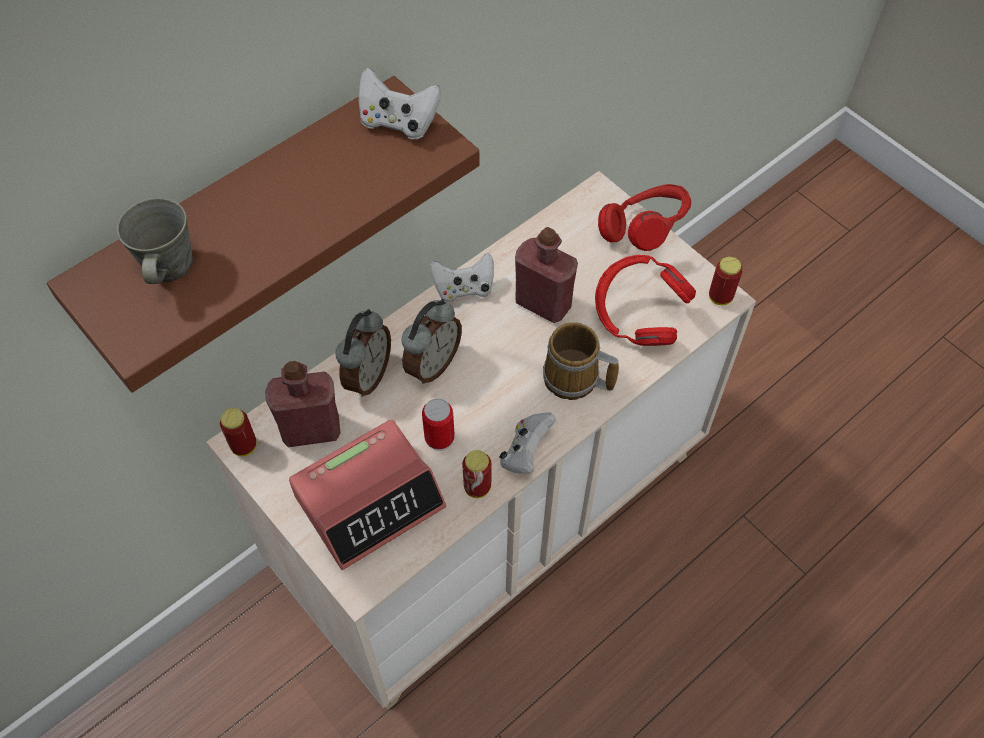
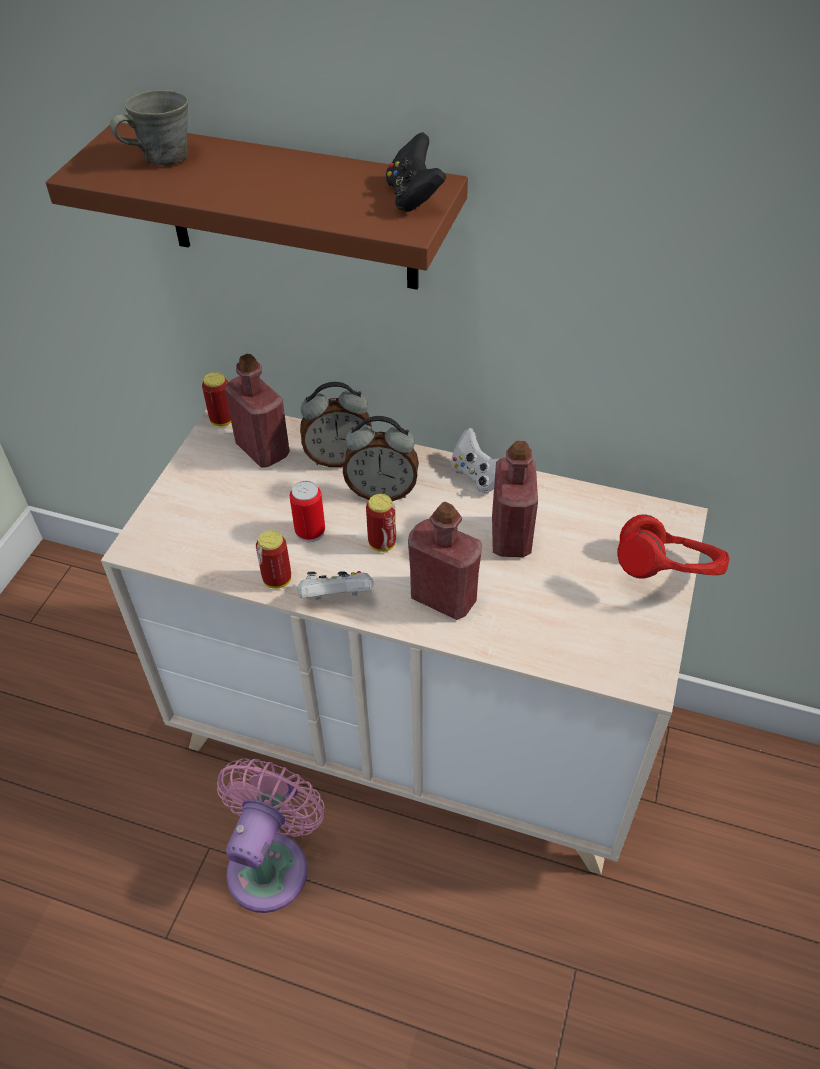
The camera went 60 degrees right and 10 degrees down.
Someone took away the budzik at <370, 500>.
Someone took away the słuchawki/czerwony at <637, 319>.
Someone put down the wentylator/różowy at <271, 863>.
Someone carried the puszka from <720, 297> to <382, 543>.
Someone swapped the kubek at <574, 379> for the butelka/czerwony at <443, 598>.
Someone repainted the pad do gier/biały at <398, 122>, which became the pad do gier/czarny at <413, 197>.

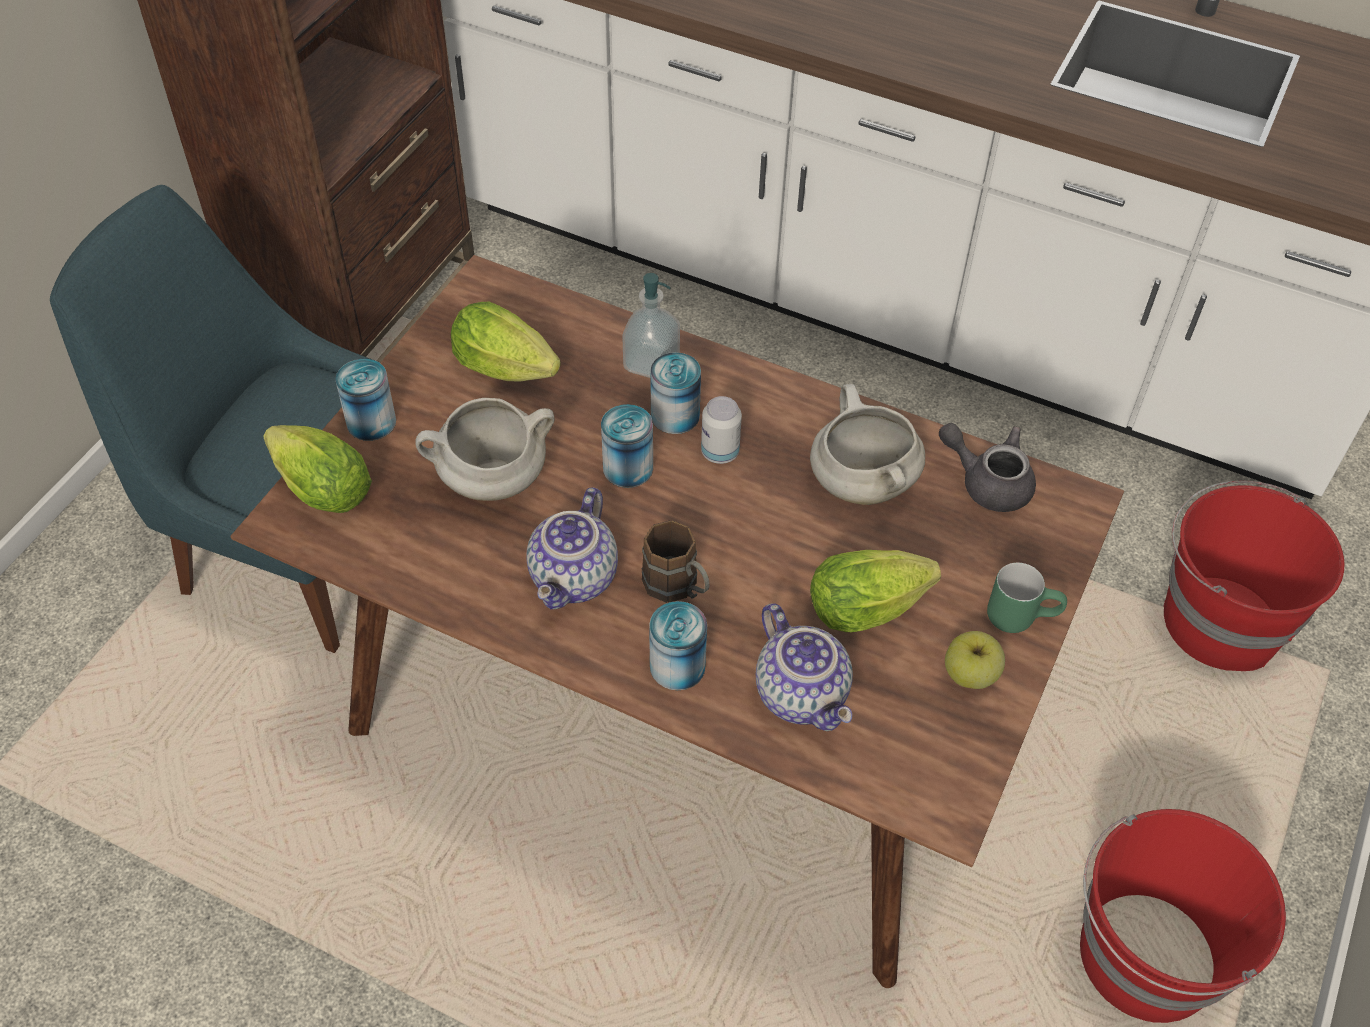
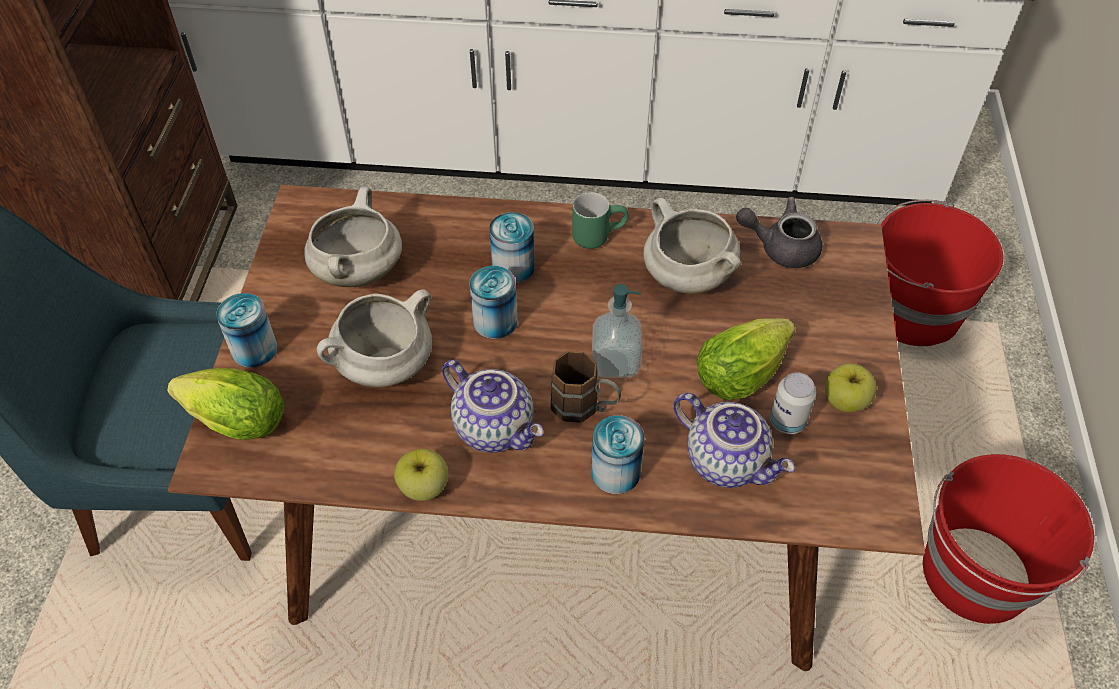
The camera went 20 degrees left and 0 degrees up.
Someone put down the jabłko at <424, 487>.
Someone carried the dozownik mydła from <651, 363> to <615, 362>.
Someone carried the puszka from <720, 452> to <787, 422>.
Someone carried the kubek/zielony from <1021, 615> to <598, 234>.
Someone swapped the sałata at <510, 371> for the garnek/biały at <358, 271>.
Someone rotated the imbryk at <575, 579> by 45 degrees counterclockwise.

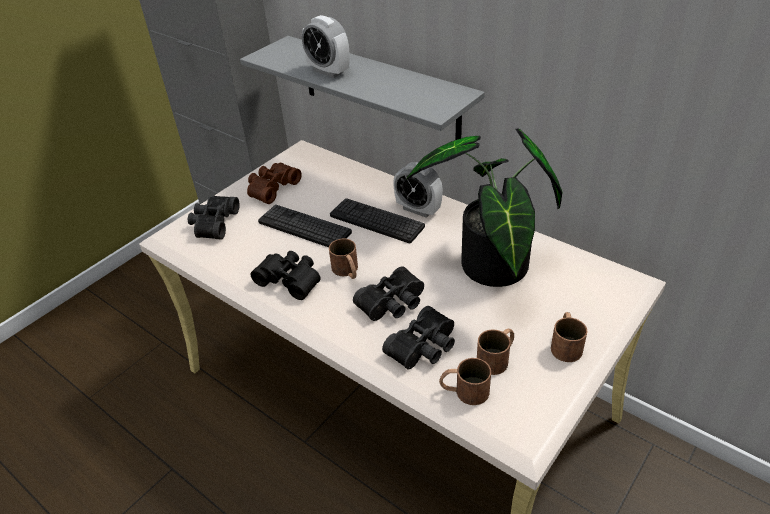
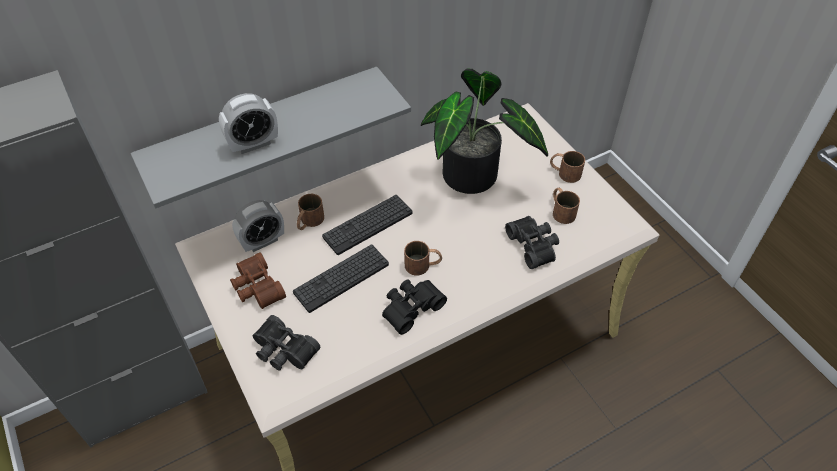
The camera went 70 degrees left and 10 degrees up.
Someone took away the lornetka/czarny at <393, 304>.
Someone carried the budzik from <418, 209> to <262, 241>.
Someone carried the kubek/brązowy from <464, 391> to <309, 222>.

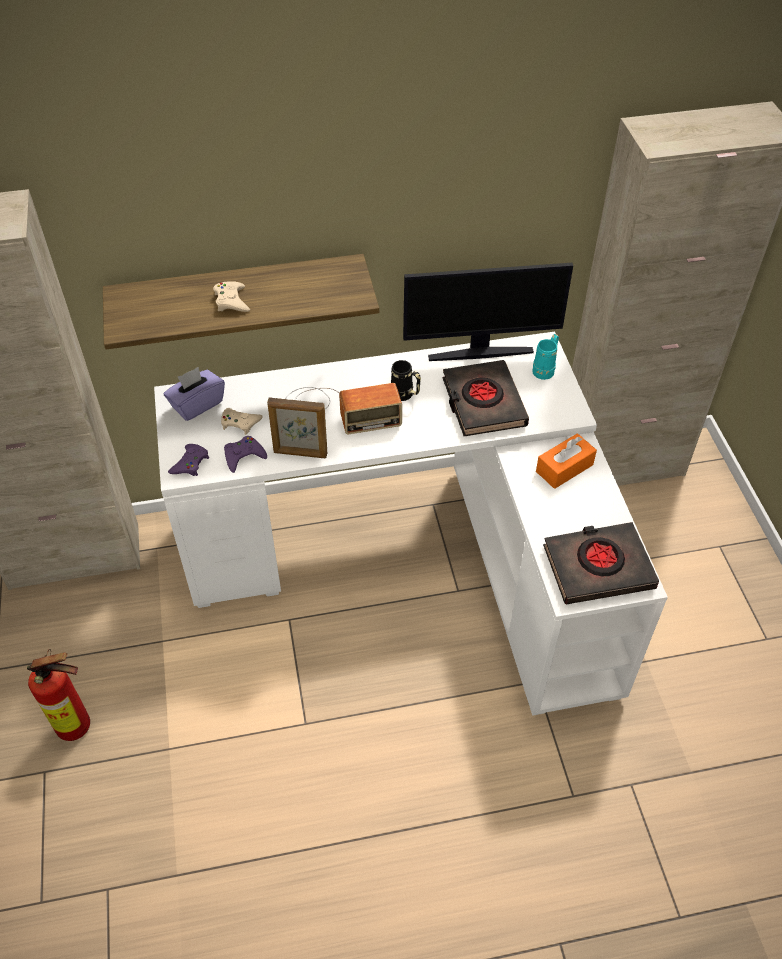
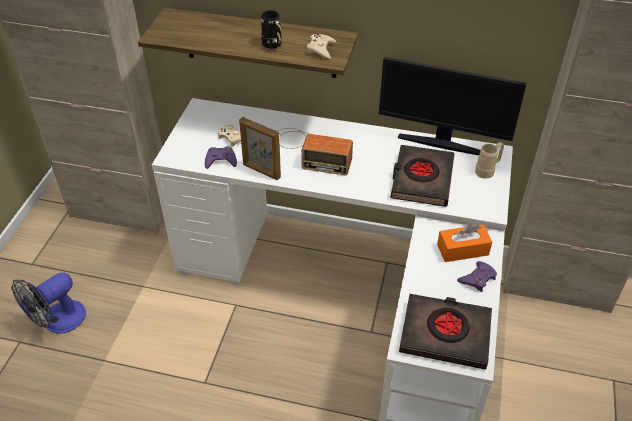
The camera went 25 degrees right and 5 degrees down.
Someone took away the pudełko chusteczek/fioletowy at <197, 404>.
Someone carried the pad do gier/fioletowy from <190, 463> to <477, 279>.
Someone carried the pad do gier/beżowy from <231, 301> to <321, 49>.
Someone carried the kubek/czarny from <405, 396> to <273, 46>.
Someone swapped the gaśnica at <79, 727> for the wentylator at <58, 321>.
Someone repainted the kubek/turkusowy at <545, 369>, which became the kubek/beżowy at <487, 171>.

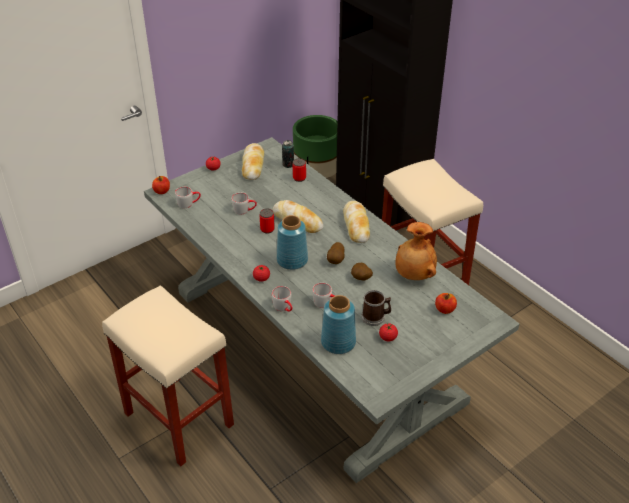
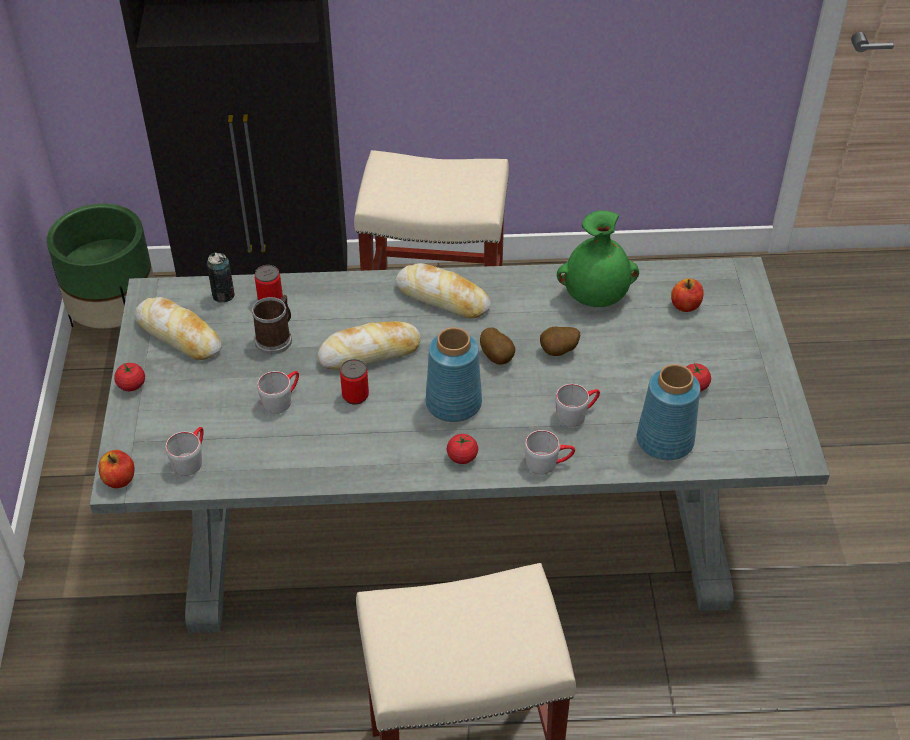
The camera went 55 degrees left and 5 degrees up.
Someone carried the kubek from <375, 317> to <276, 338>.
Someone repainted the wazon/brązowy at <414, 274>, which became the wazon/zielony at <595, 297>.

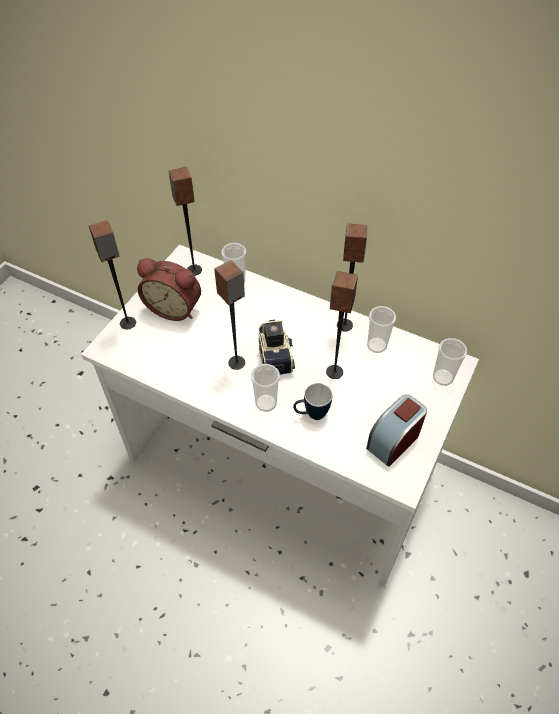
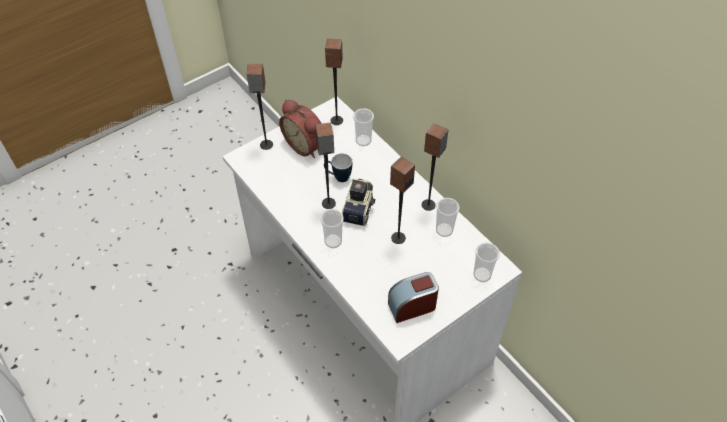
The camera went 25 degrees right and 0 degrees up.
Someone carried the kubek from <311, 414> to <338, 177>.

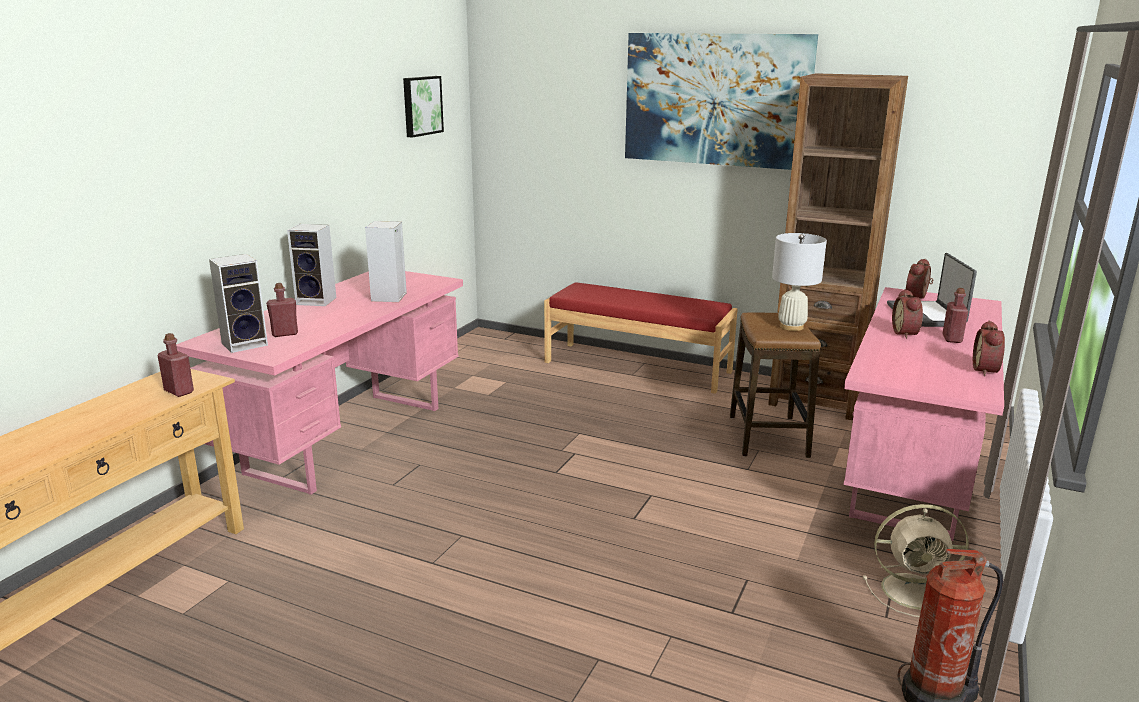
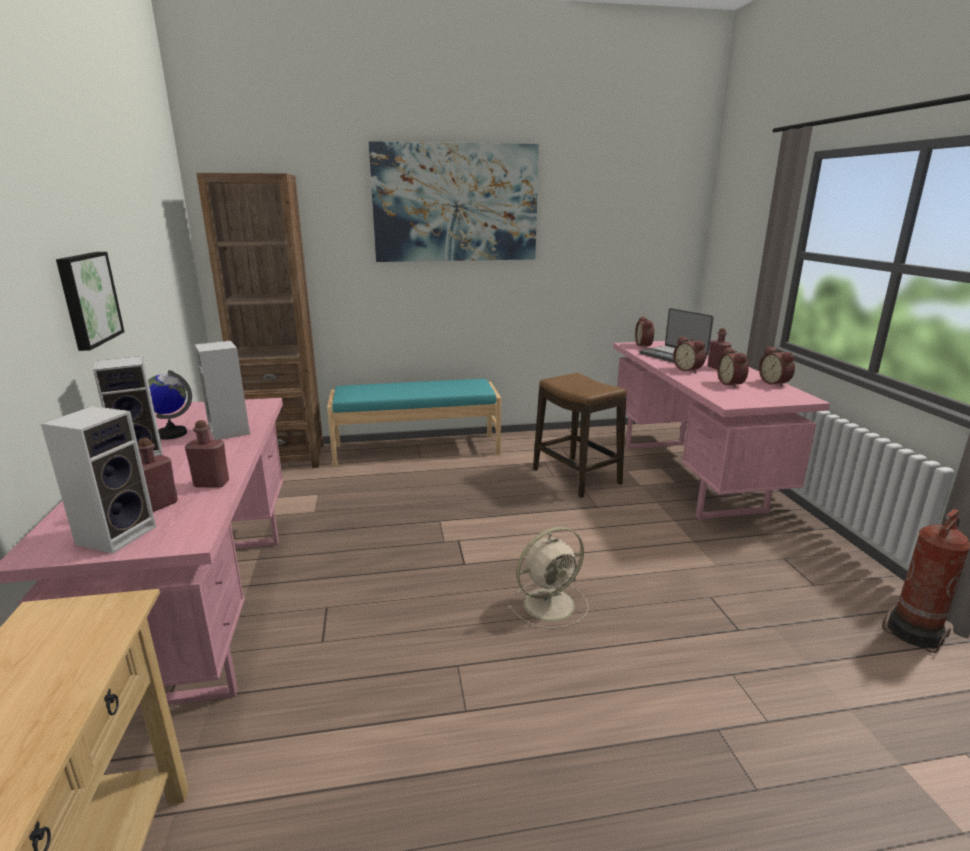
The camera went 35 degrees left and 0 degrees up.
Someone took away the lampa stołowa/biały at <791, 327>.
Someone put down the globus at <171, 434>.
Someone put down the budzik at <732, 384>.
Someone carried the butelka/czerwony from <179, 391> to <211, 483>.
Someone carried the obraz from <421, 105> to <87, 299>.
Someone carried the regał/brązowy from <816, 399> to <285, 458>.
Someone carried the wentylator/beżowy from <915, 591> to <551, 603>.
Someone repainted the ławka/czerwony at <637, 366>, which became the ławka/turkusowy at <416, 449>.

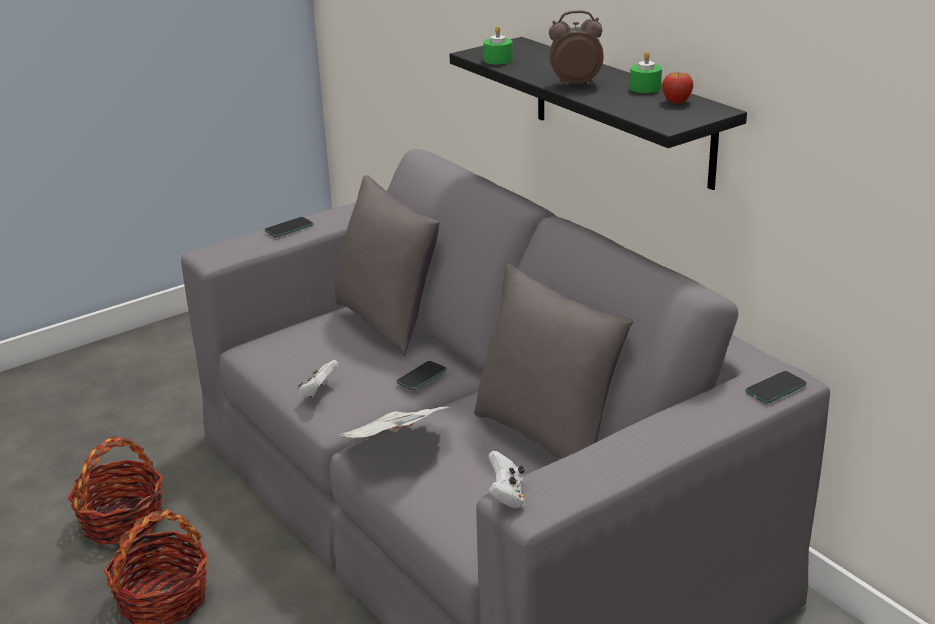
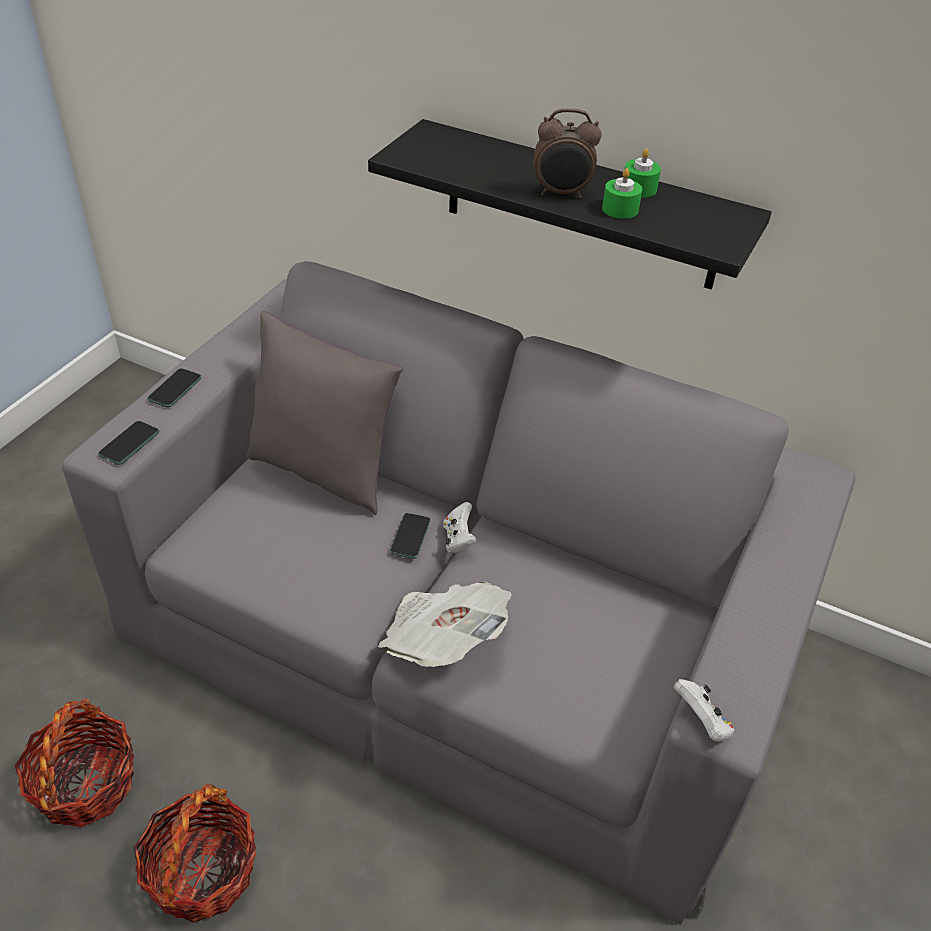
The camera went 30 degrees left and 15 degrees up.
Someone took away the poduszka/szary at <547, 435>.
Someone took away the jabłko at <676, 101>.
Someone carried the pad do gier/biały from <318, 391> to <458, 539>.
Someone carried the świeca/zielony from <498, 60> to <620, 209>.
Someone carried the telefon from <775, 388> to <129, 444>.
Someone rotated the budzik at <575, 84> by 150 degrees counterclockwise.

